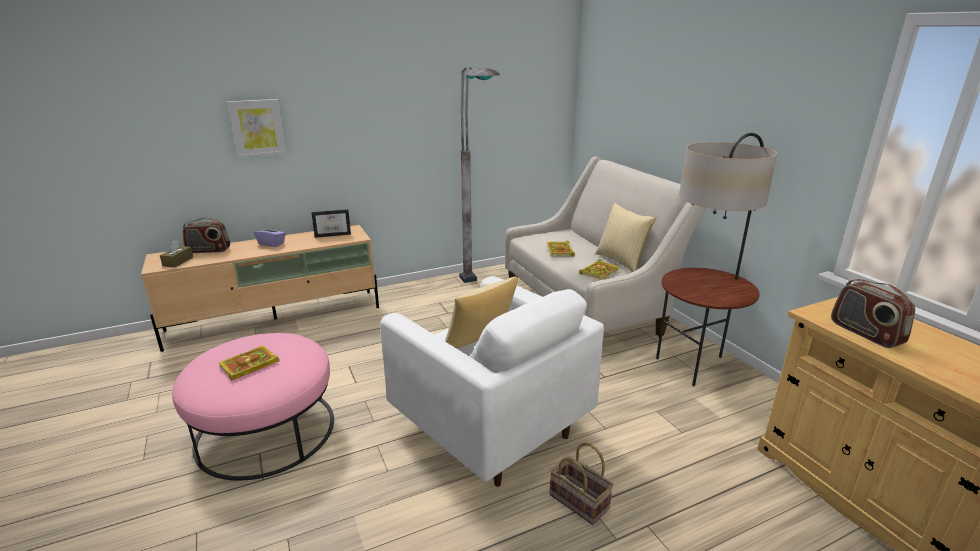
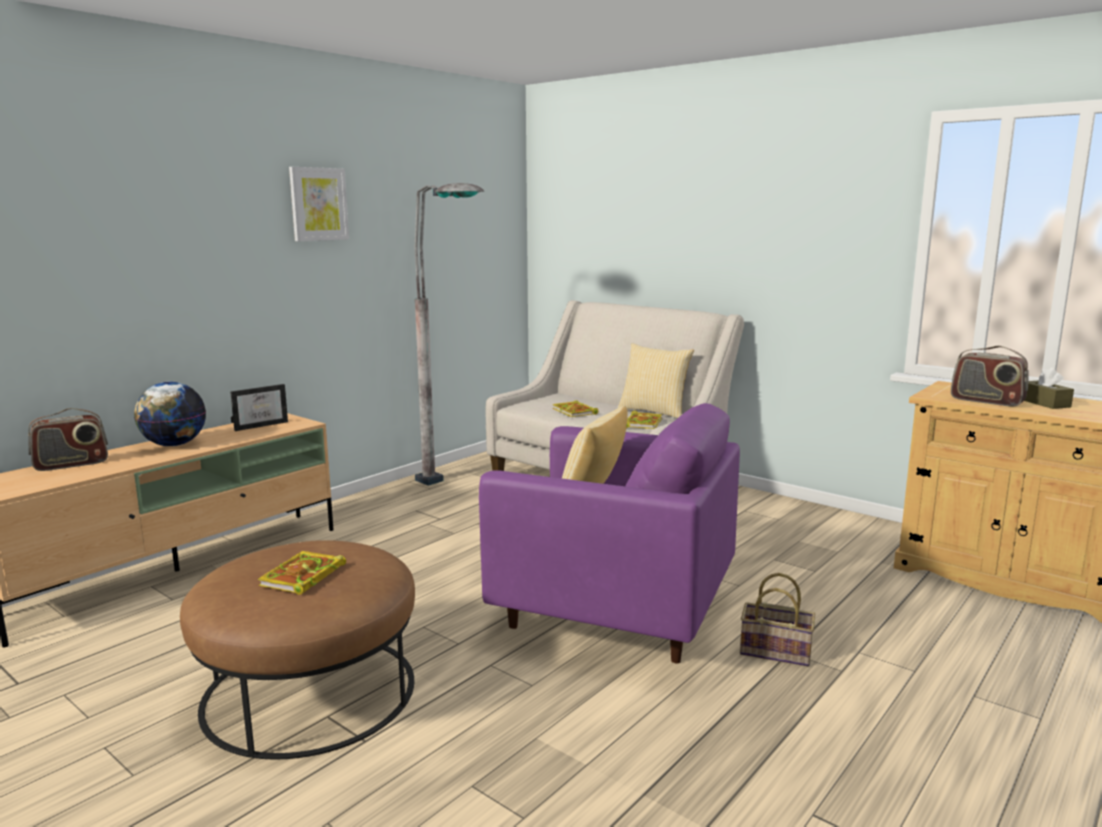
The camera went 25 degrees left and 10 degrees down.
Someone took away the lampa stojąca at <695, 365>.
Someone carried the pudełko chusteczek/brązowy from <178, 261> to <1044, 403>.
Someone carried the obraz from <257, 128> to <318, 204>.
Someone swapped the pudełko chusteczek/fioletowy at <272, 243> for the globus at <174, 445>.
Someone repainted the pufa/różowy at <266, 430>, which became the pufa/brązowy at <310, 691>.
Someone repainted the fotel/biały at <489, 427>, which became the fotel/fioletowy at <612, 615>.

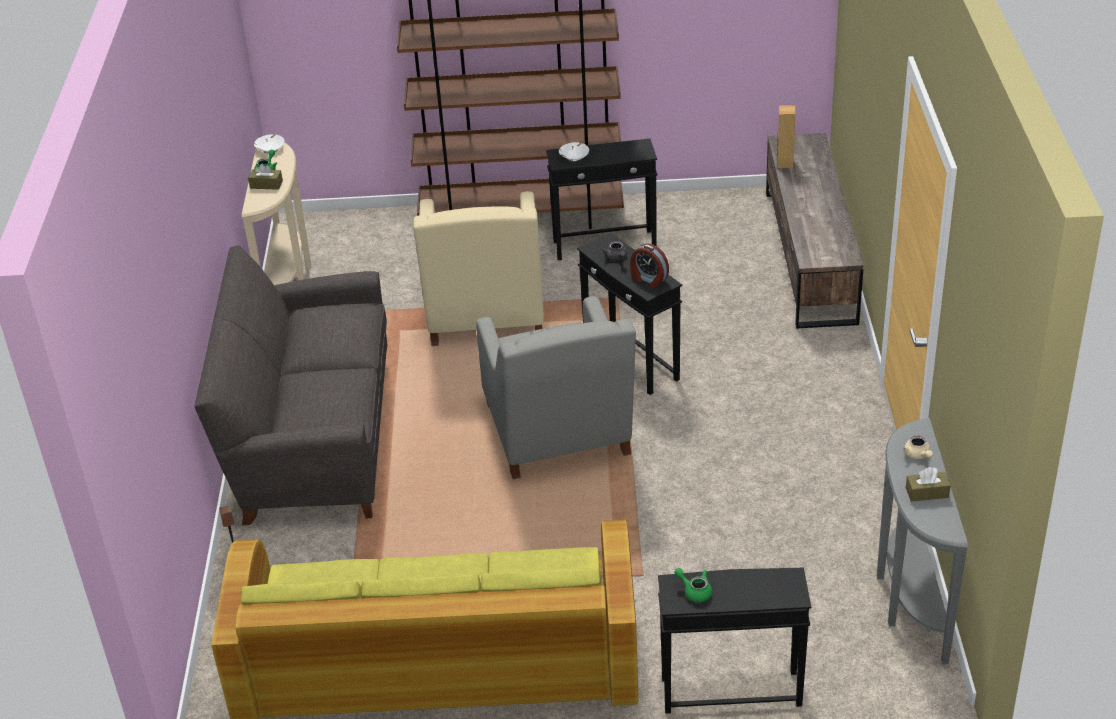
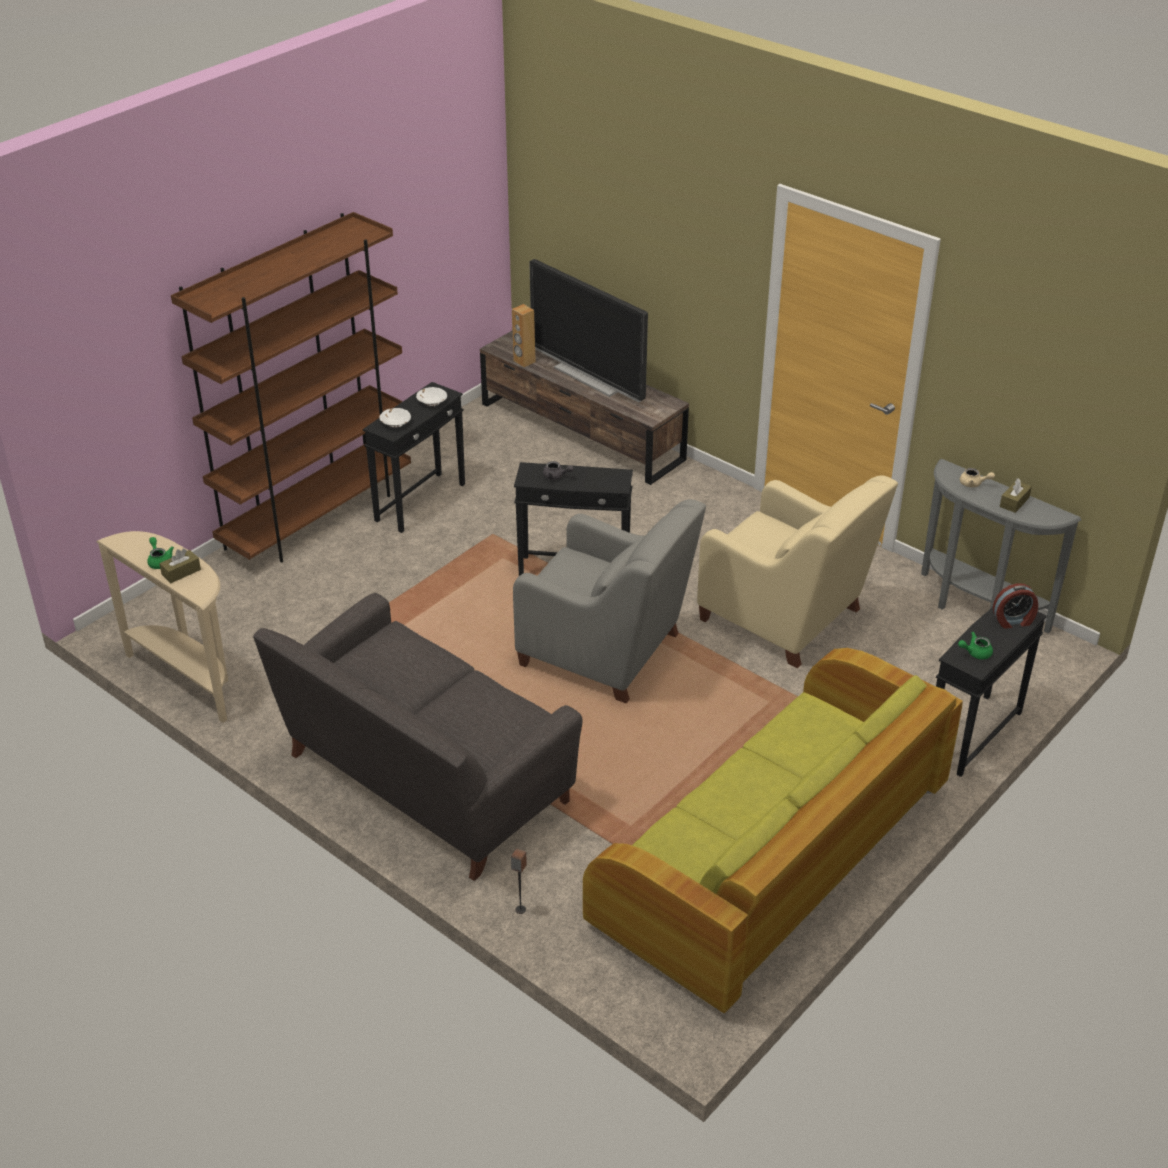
The camera went 50 degrees left and 0 degrees up.
Someone put down the telewizor at <590, 377>.
Someone carried the miska/biały from <270, 148> to <431, 402>.
Someone carried the fotel/beżowy from <485, 314> to <787, 618>.
Someone carried the budzik from <648, 279> to <1013, 621>.

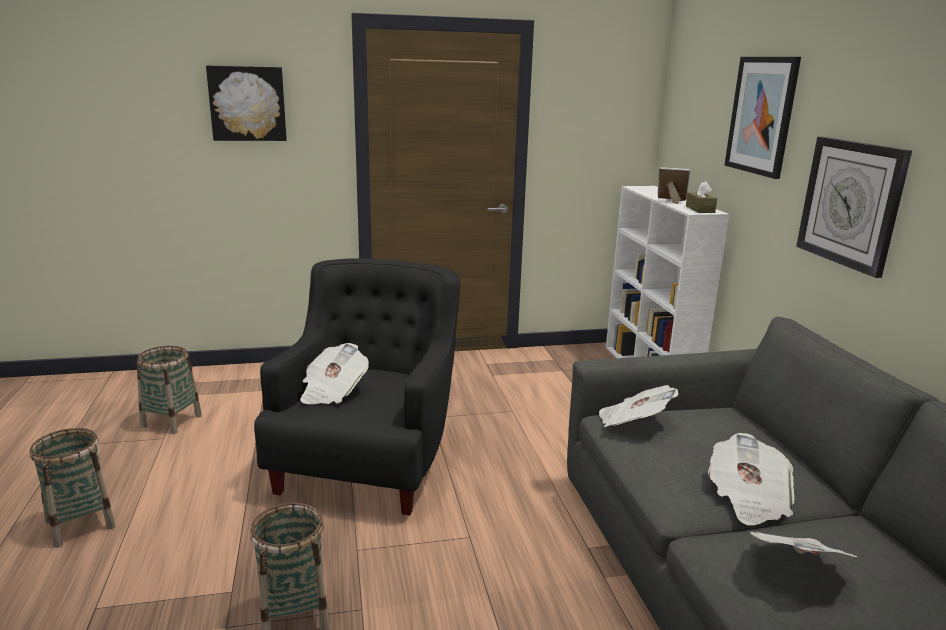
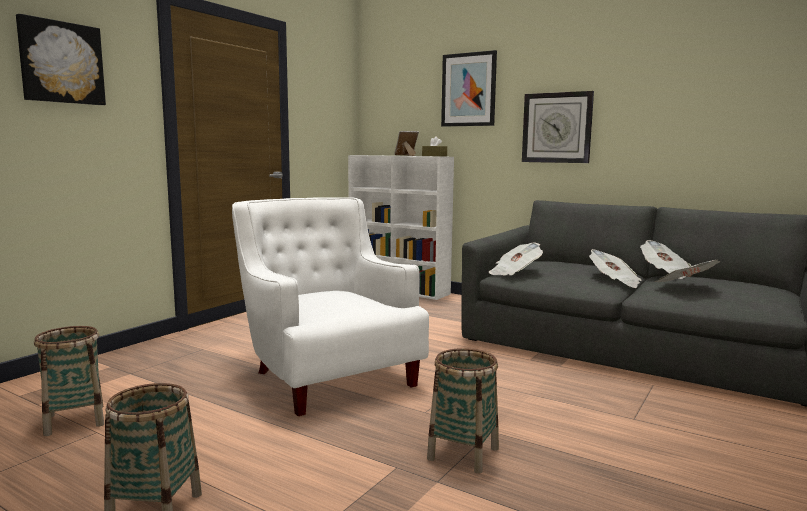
The camera went 45 degrees left and 10 degrees down.
Someone carried the gazeta from <332, 392> to <666, 273>.
Someone repainted the fotel/czarny at <369, 460>, which became the fotel/biały at <326, 375>.

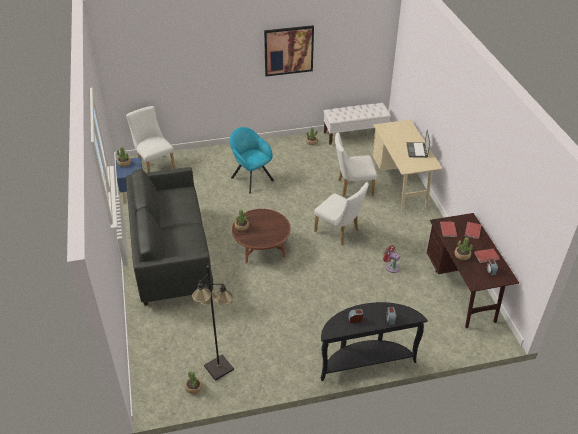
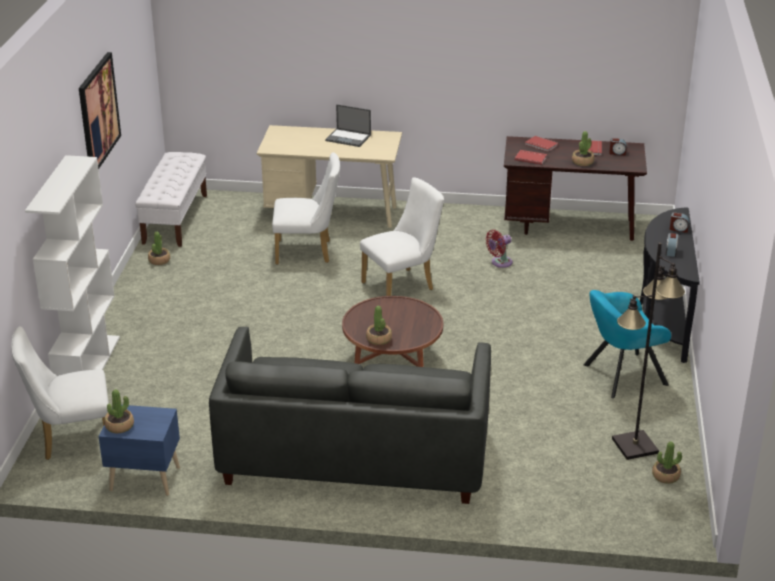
The camera went 70 degrees left and 10 degrees down.
Someone put down the regał/biały at <88, 366>.
Someone carried the fotel/turkusowy from <251, 178> to <621, 375>.
Someone rotated the krzesło/biały at <352, 187> by 105 degrees counterclockwise.

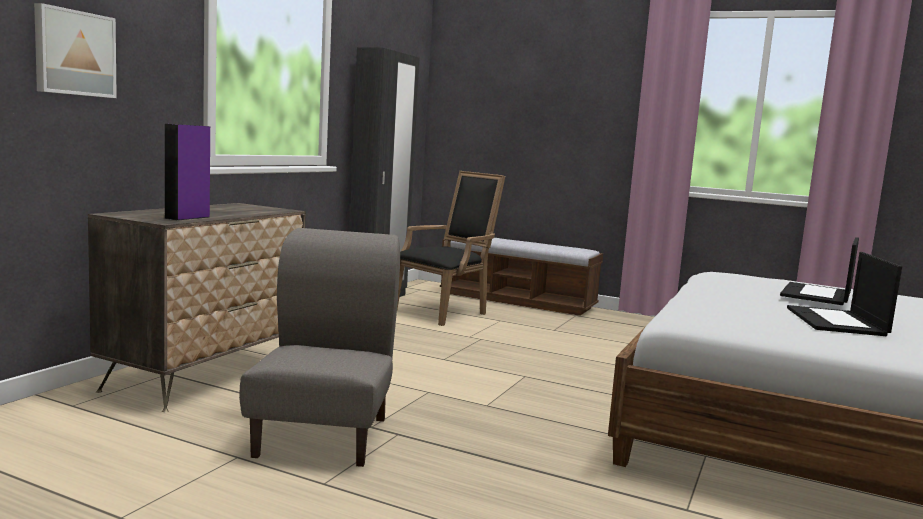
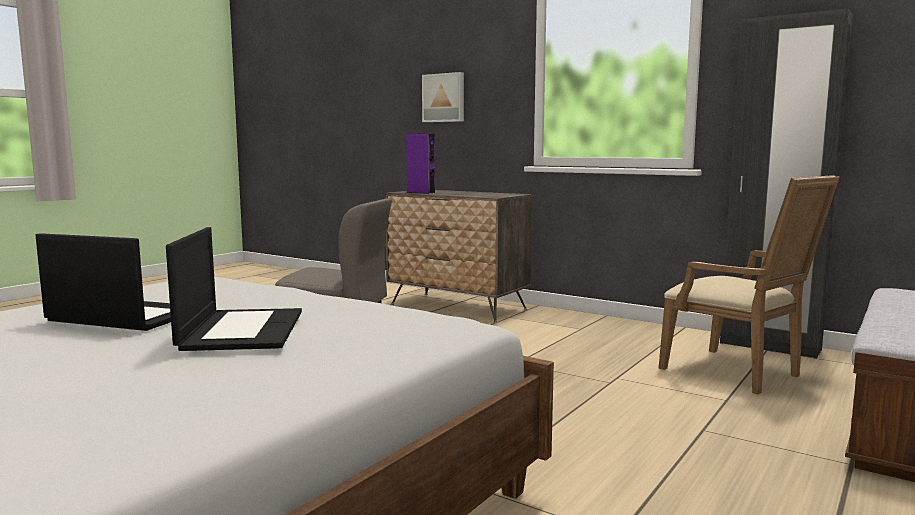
The camera went 100 degrees right and 0 degrees up.
Someone repainted the fotel/czarny at <445, 312>, which became the fotel/beżowy at <738, 373>.
Someone rotated the laptop at <817, 295> by 45 degrees clockwise.

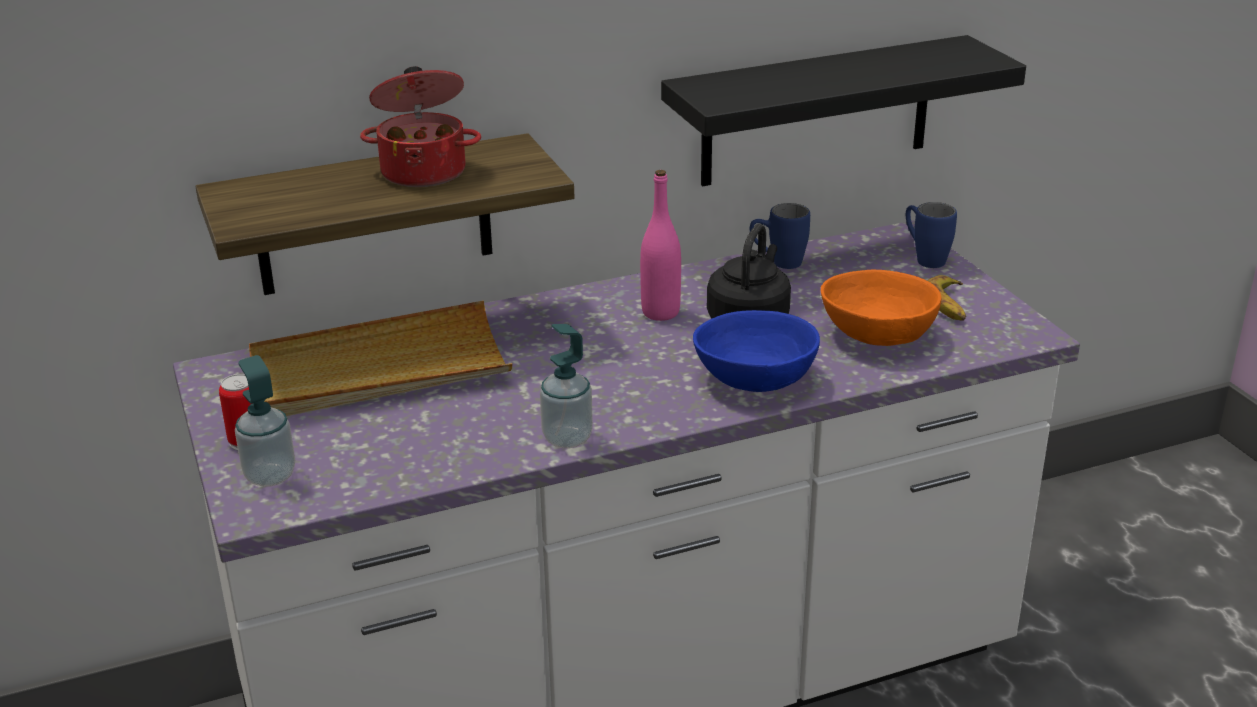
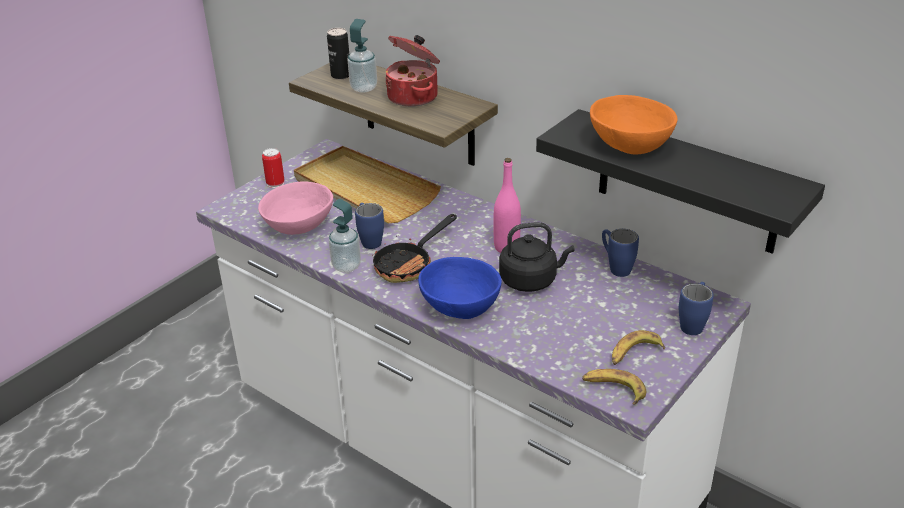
The camera went 60 degrees right and 5 degrees up.
Someone put down the miska/różowy at <300, 225>.
Someone put down the puszka at <341, 75>.
Someone put down the kubek/niebieski at <369, 240>.
Someone put down the patelnia at <409, 264>.
Someone put down the banan at <613, 389>.
Someone carried the dozownik mydła from <270, 476> to <363, 88>.
Someone carried the miska/pomarańczowy from <879, 336> to <629, 145>.

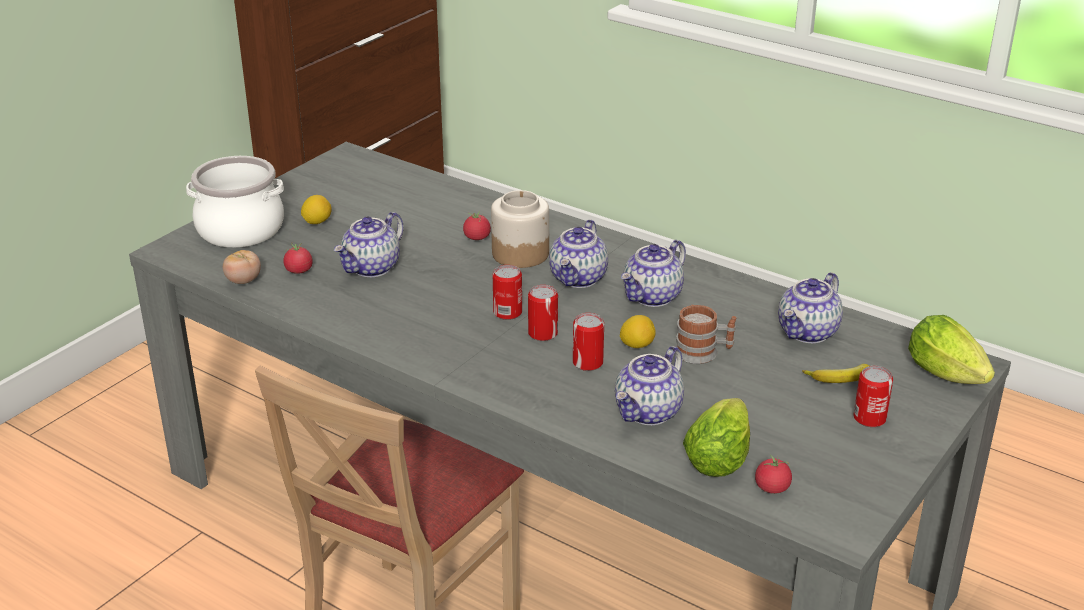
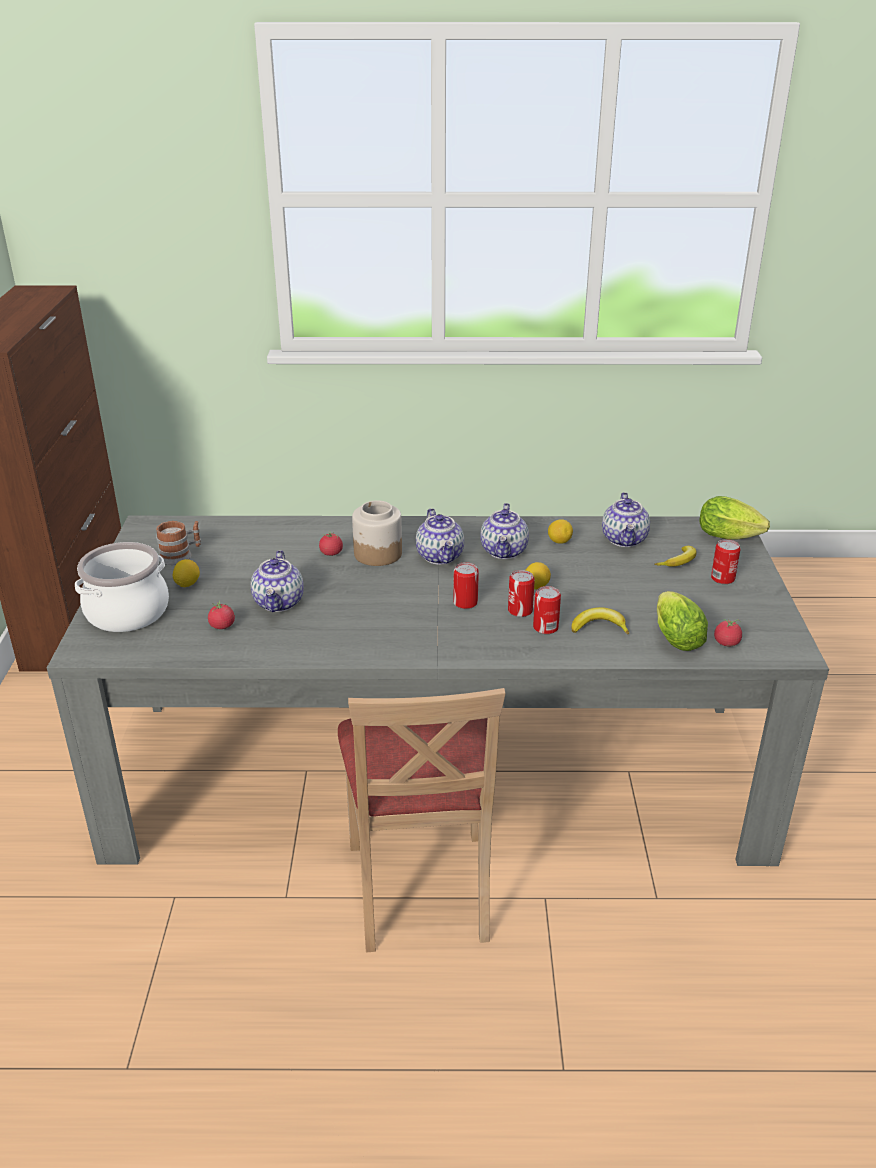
The camera went 35 degrees left and 0 degrees up.
Someone took away the pomidor at <243, 281>.
Someone put down the cytryna at <559, 542>.
Someone carried the puszka from <507, 312> to <545, 627>.
Someone carried the kubek from <703, 353> to <181, 555>.
Someone swapped the imbryk at <648, 412> for the banan at <599, 627>.

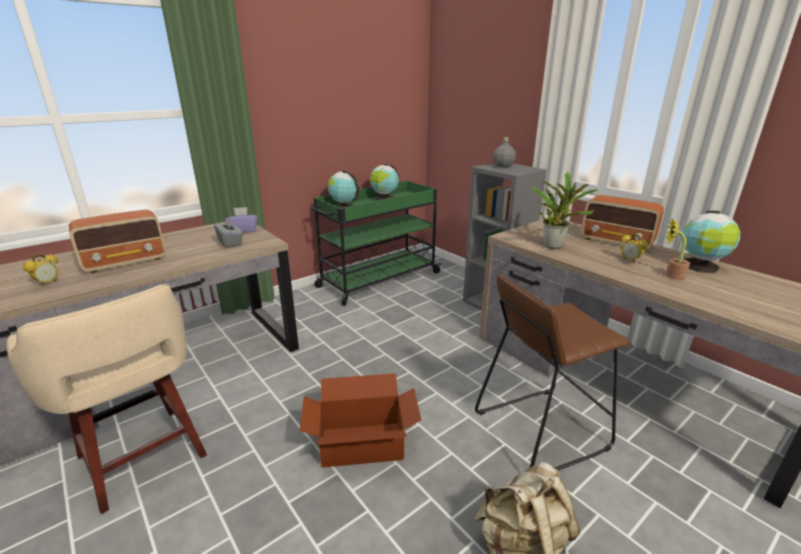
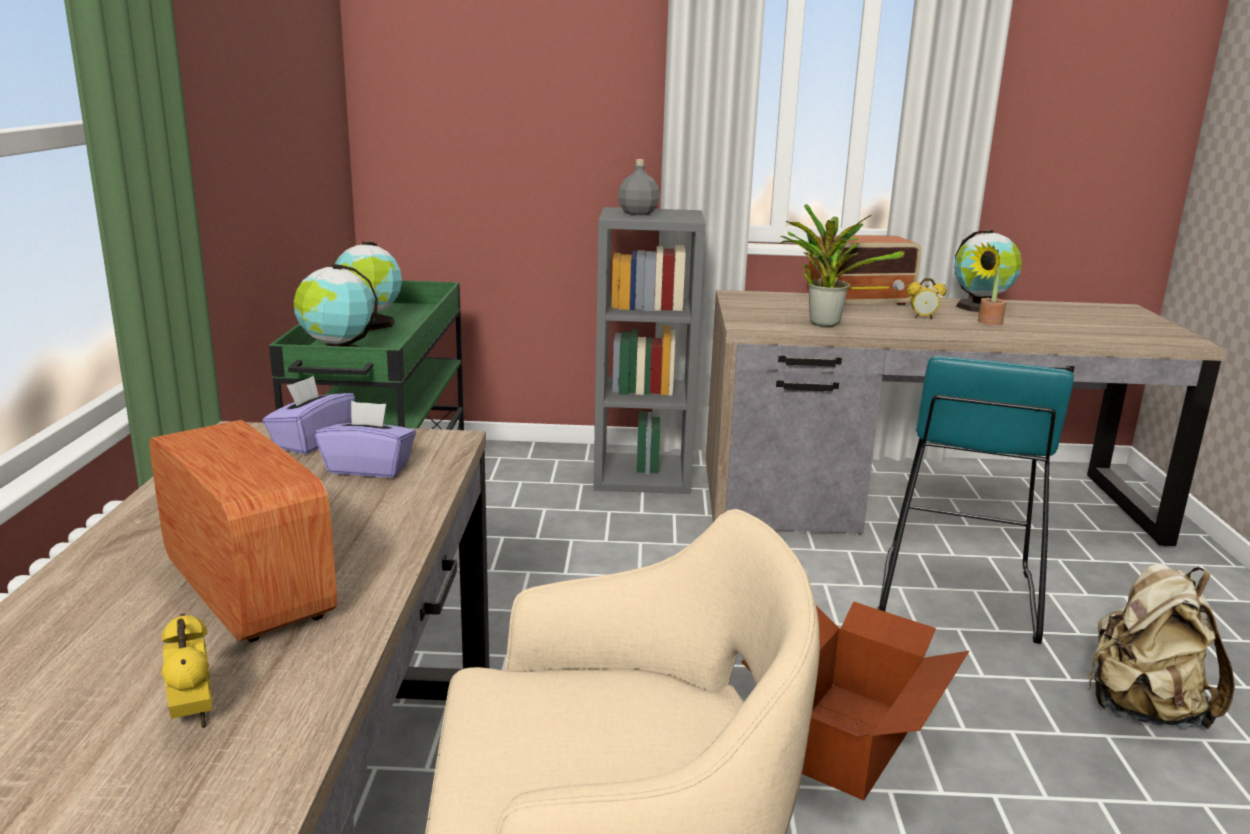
The camera went 50 degrees left and 5 degrees down.
Someone repainted the pudełko chusteczek/szary at <230, 243>, which became the pudełko chusteczek/fioletowy at <369, 468>.
Someone repainted the stołek/brązowy at <540, 430>, which became the stołek/turkusowy at <955, 593>.
Someone rotated the radio at <126, 262> by 45 degrees counterclockwise.

